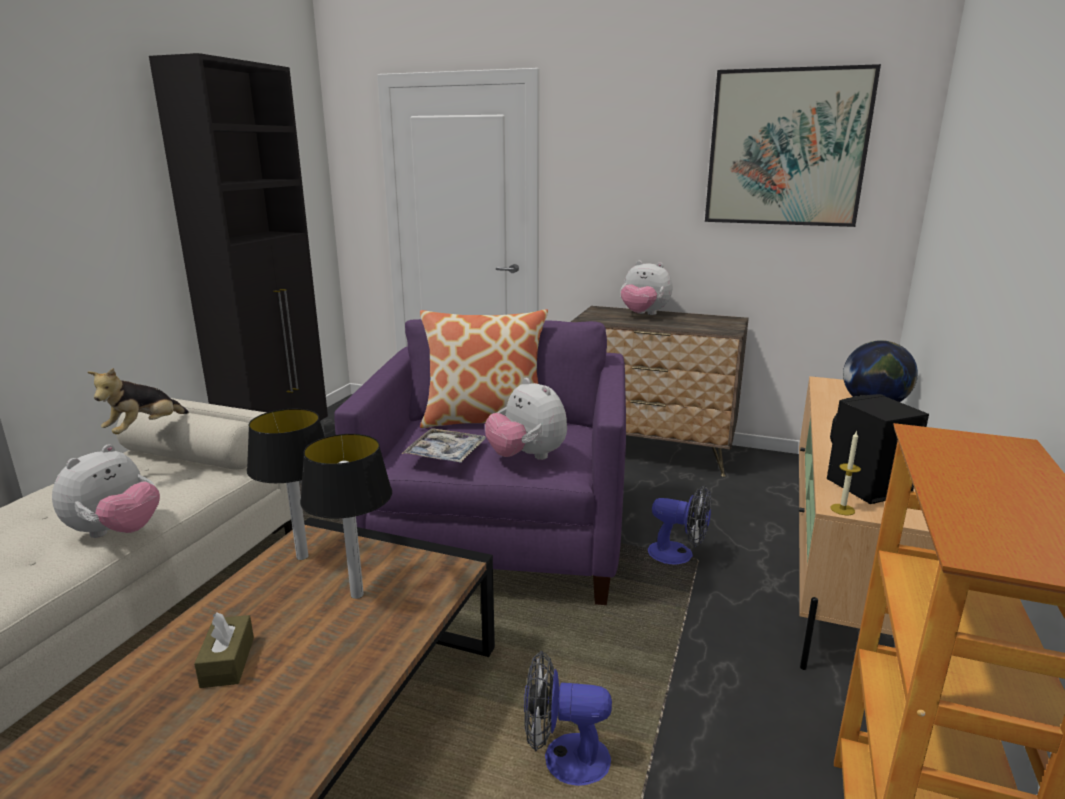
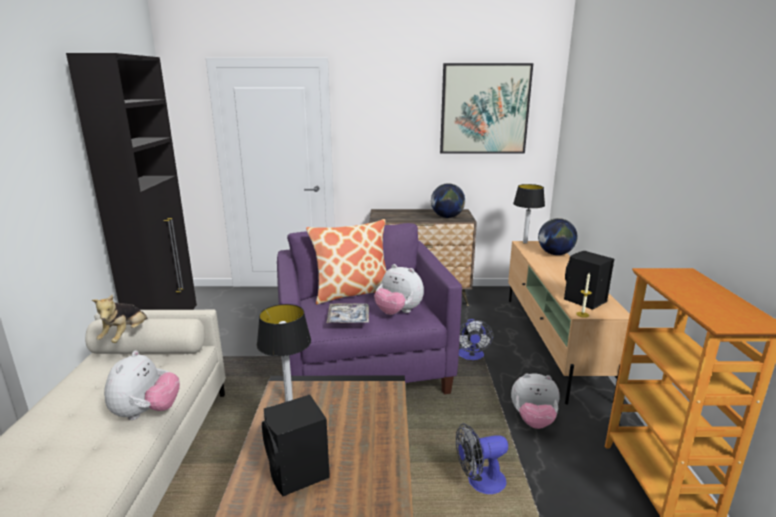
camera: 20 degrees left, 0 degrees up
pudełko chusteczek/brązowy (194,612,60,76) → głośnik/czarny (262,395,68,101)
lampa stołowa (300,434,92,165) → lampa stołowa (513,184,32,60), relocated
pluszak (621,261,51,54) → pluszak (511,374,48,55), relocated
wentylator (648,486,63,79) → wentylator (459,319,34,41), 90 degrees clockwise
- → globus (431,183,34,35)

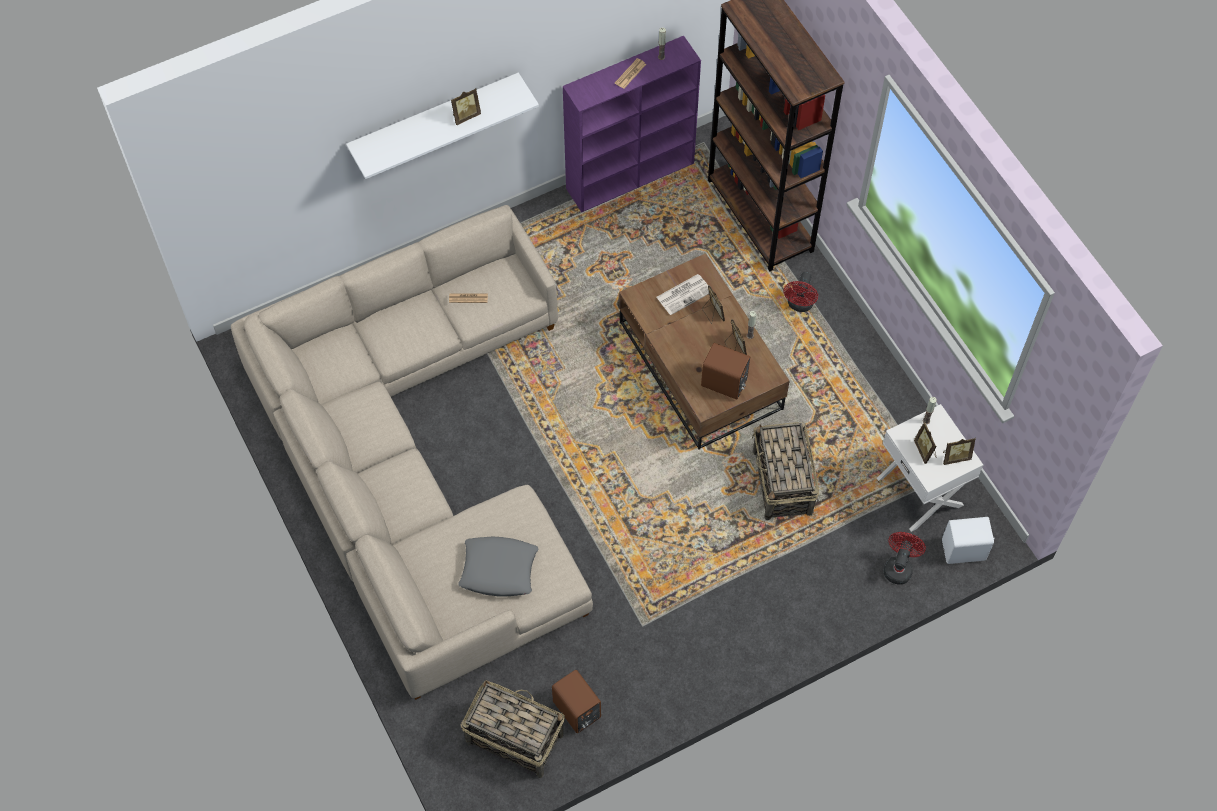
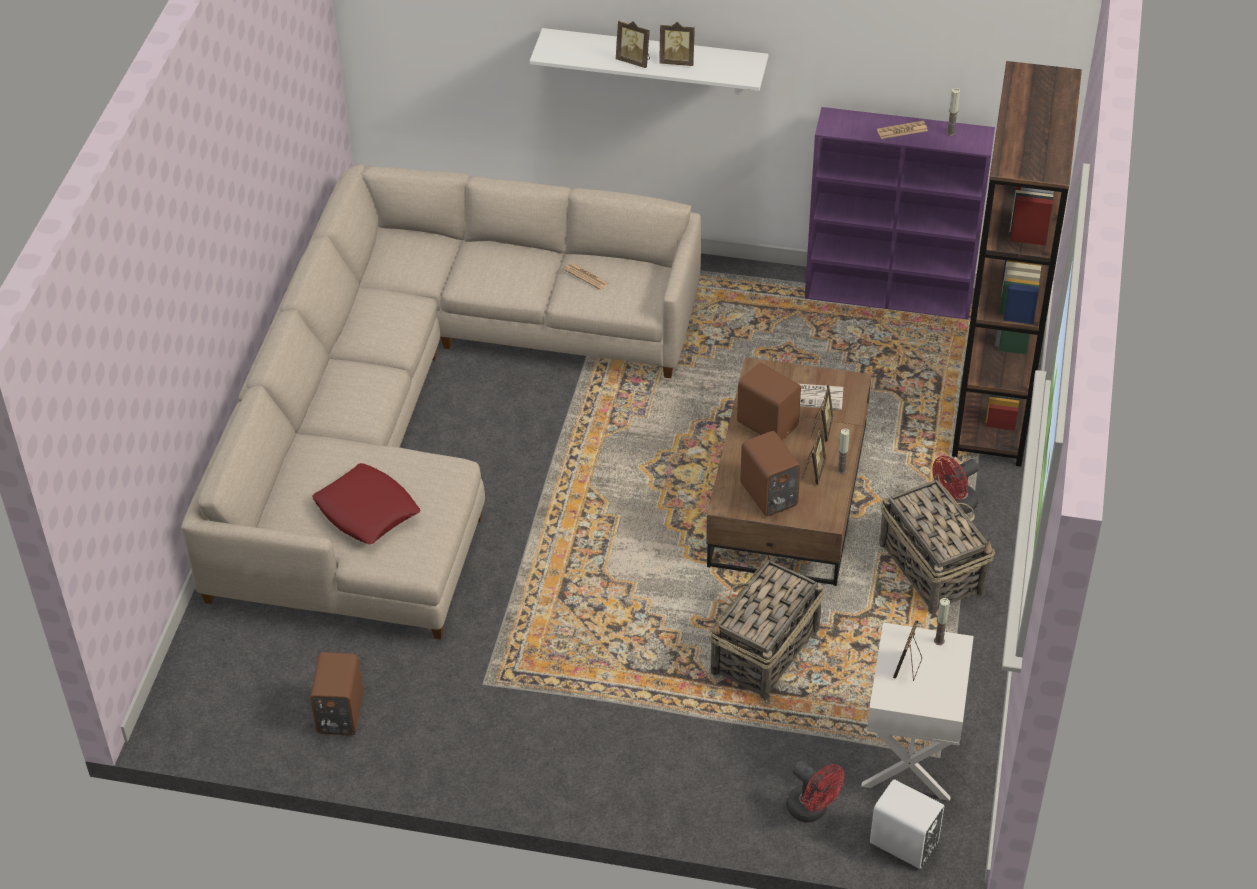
camera: 40 degrees right, 15 degrees down
poduszka/szary (458,536,80,61) → poduszka/czerwony (312,463,109,81)
koszyk (461,680,104,98) → koszyk (879,474,116,140), relocated
wentylator/czerwony (884,532,42,52) → wentylator/czerwony (786,761,58,62), 75 degrees clockwise
ramka na zdjęcie (943,438,33,27) → ramka na zdjęcie (616,21,34,47), relocated
- → głośnik/brązowy (737,363,64,77)

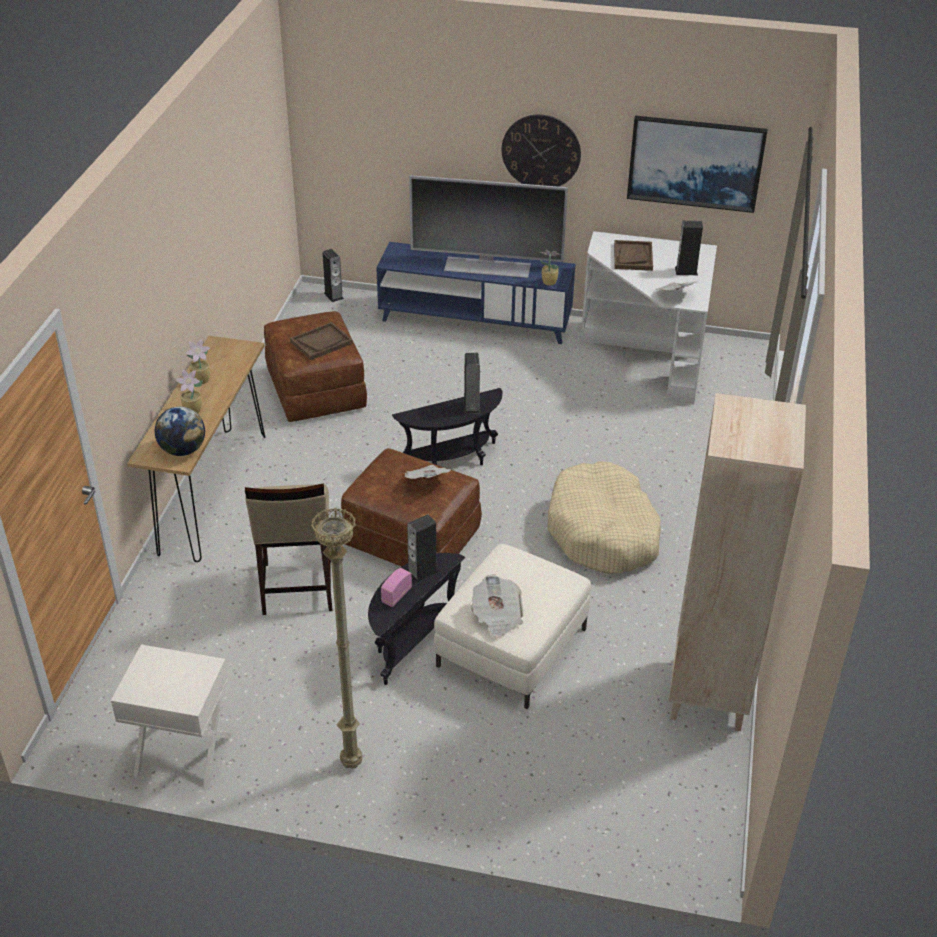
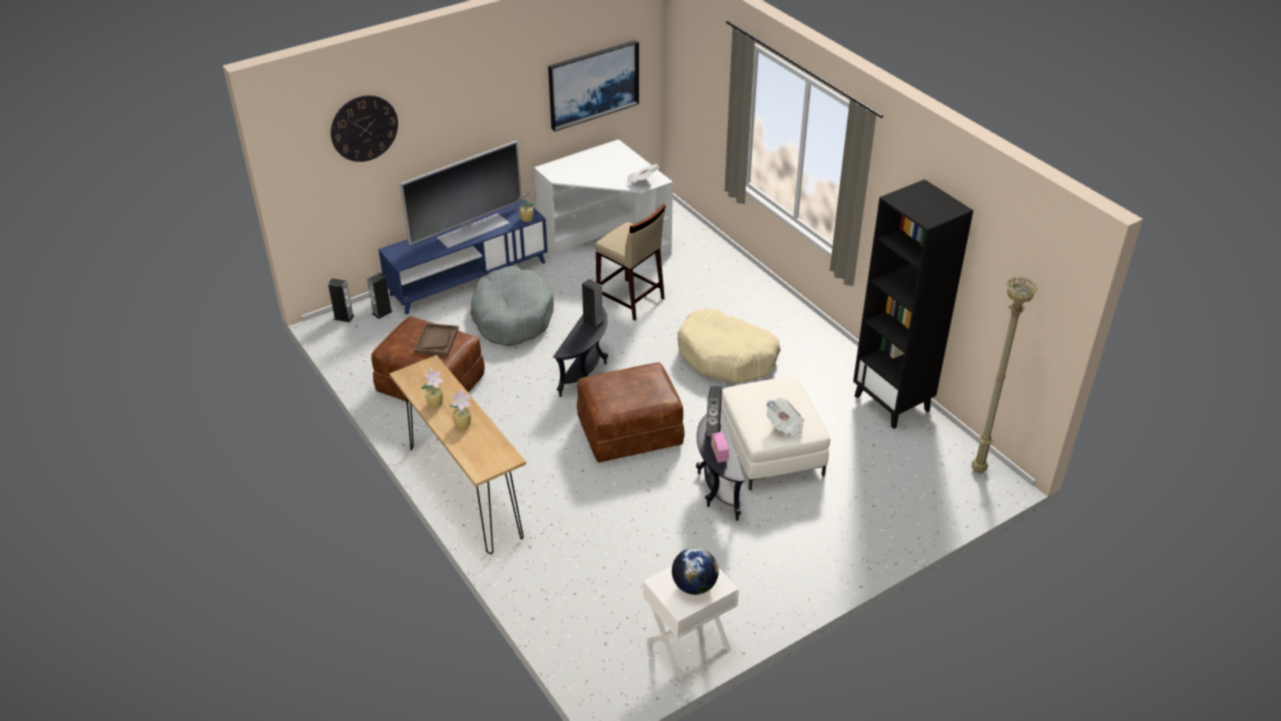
camera: 45 degrees left, 0 degrees up
globus (155,407,50,49) → globus (672,547,47,48), relocated
stołek/beżowy (245,483,87,132) → stołek/beżowy (595,204,71,117), relocated
lampa stojąca/beżowy (311,508,52,261) → lampa stojąca/beżowy (971,277,67,196), relocated
gazeta (405,465,46,14) → -
zegar ścienny (501,114,80,73) → zegar ścienny (331,95,67,67), relocated
taca/brązowy (614,240,39,31) → -
regał/beżowy (669,393,137,338) → regał/czarny (853,179,120,250)
głośnik (675,221,28,54) → głośnik (367,272,26,47), relocated
- → legowisko/szary (470,266,84,80)

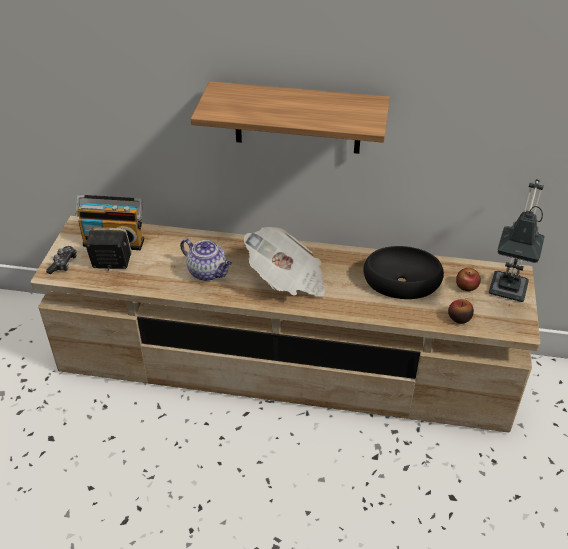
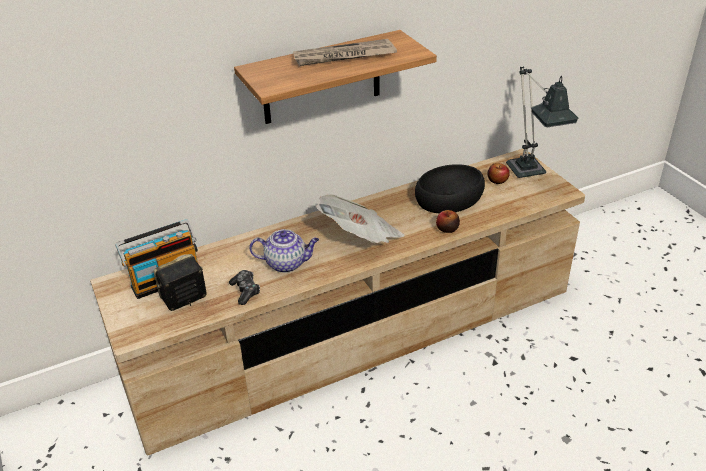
camera: 35 degrees left, 5 degrees down
pad do gier (46,246,30,28) → pad do gier (229,270,31,35), relocated
jabłko (448,299,26,25) → jabłko (436,210,24,23), relocated
- → gazeta (293,39,104,27)

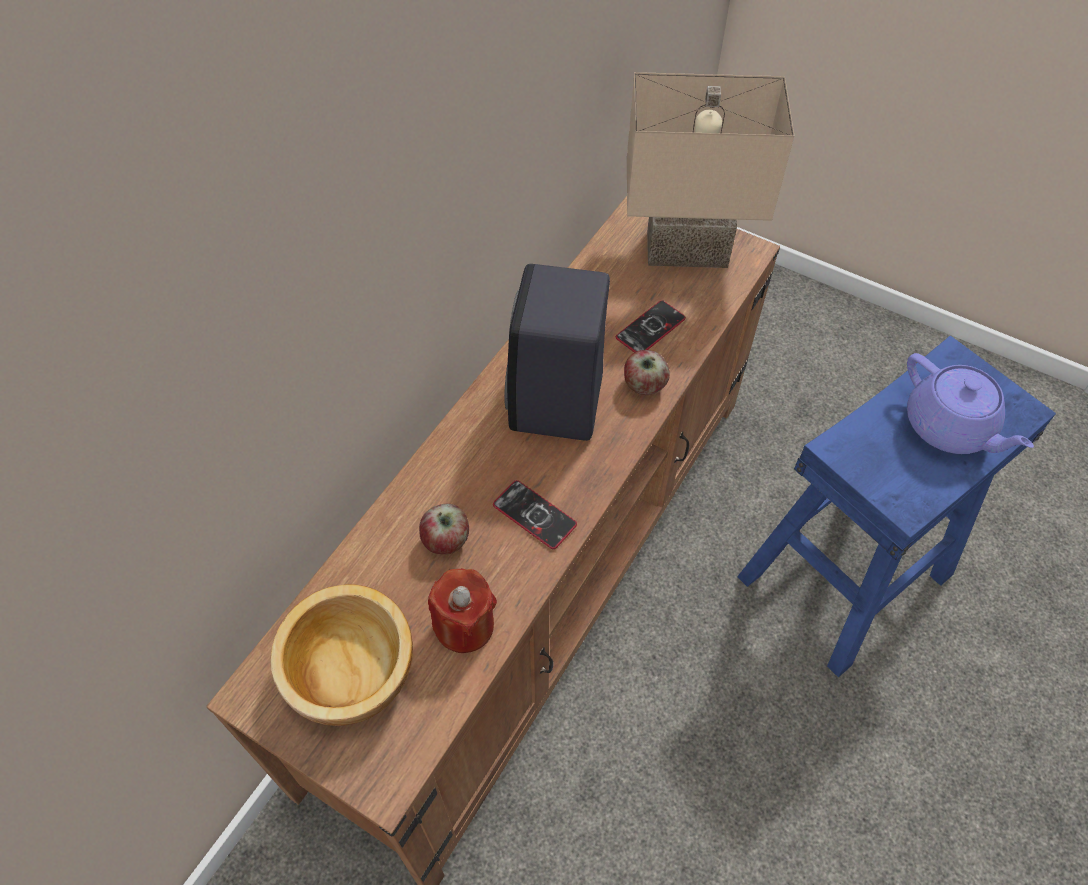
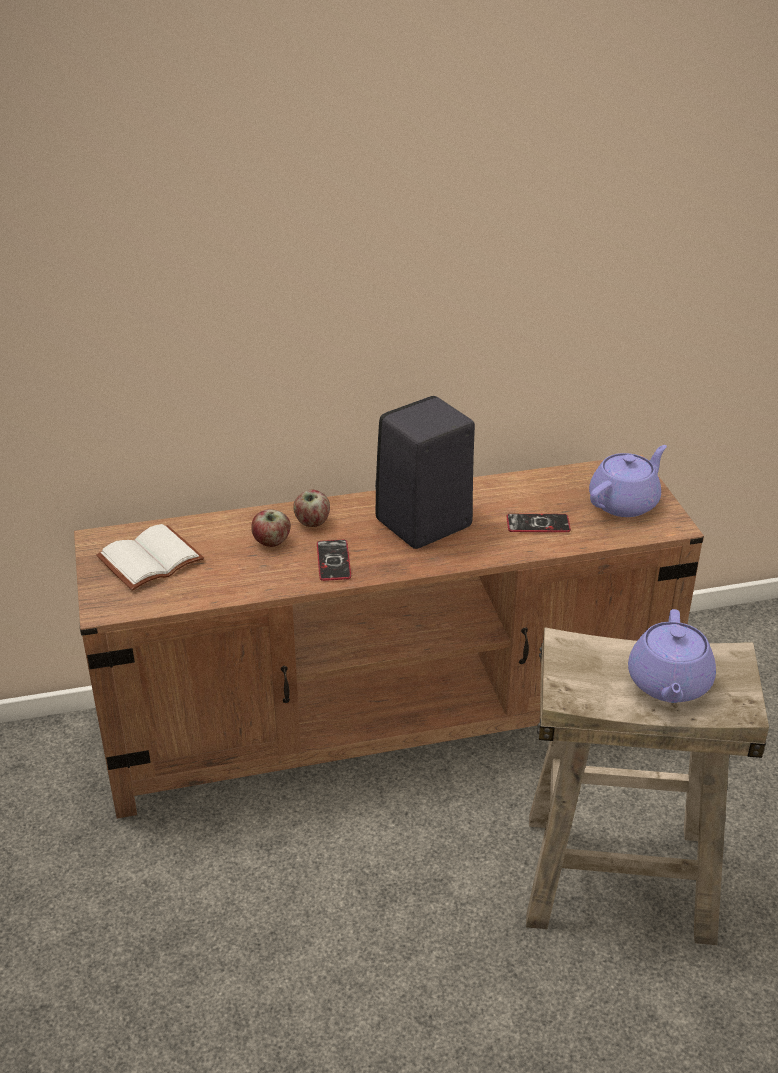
camera: 45 degrees right, 20 degrees down
miska (271,584,142,142) → książka/biały (96,524,108,67)
świeca/czerwony (428,569,69,84) → -
jabłko (624,350,46,45) → jabłko (293,490,37,37), relocated
lampa stołowa/beżowy (627,72,168,196) → imbryk/fioletowy (589,445,78,72)
stołek/niebieski (737,336,319,341) → stołek/beżowy (526,627,243,318)

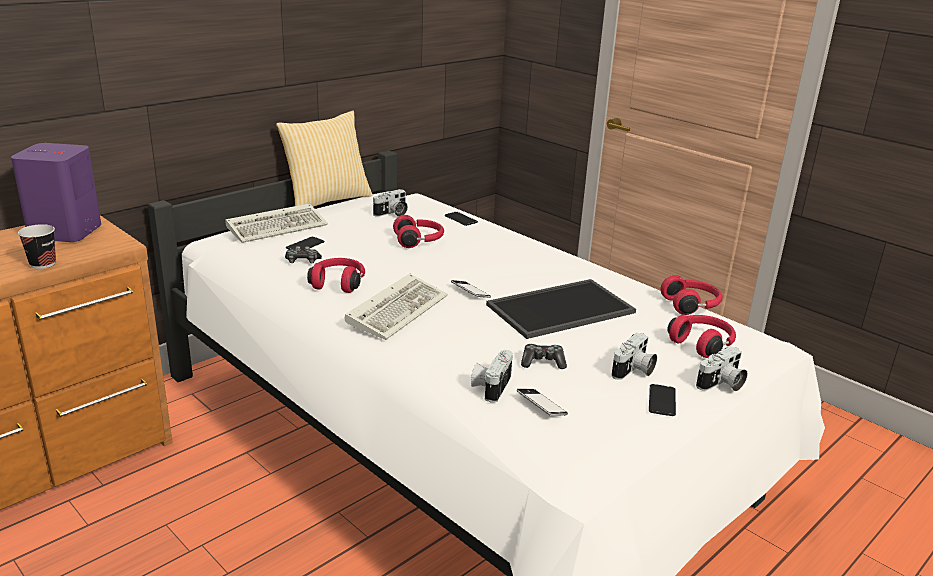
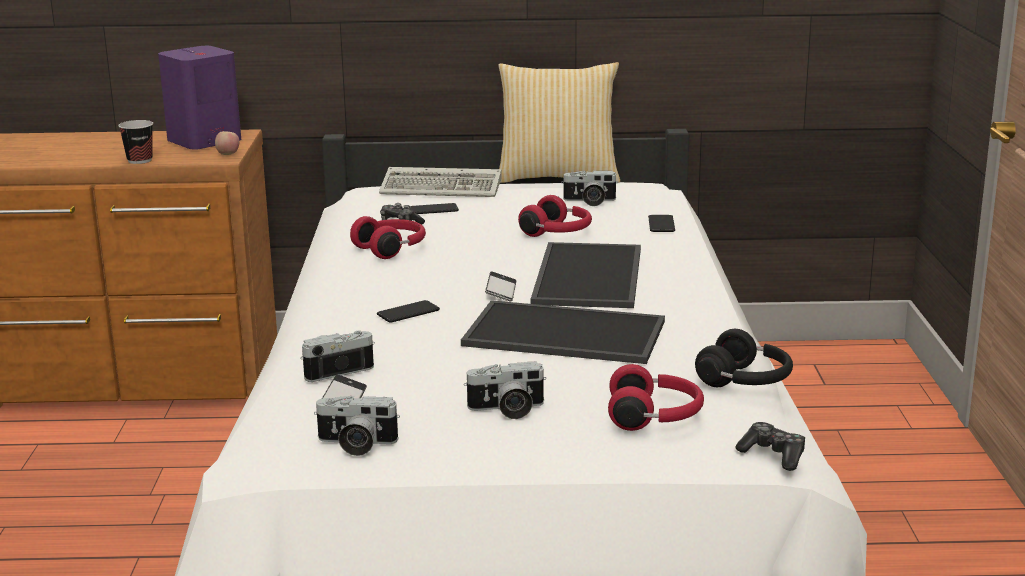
camera: 45 degrees right, 5 degrees down
klawiatura (345,273,103,67) → -
pad do gier (521,344,46,25) → pad do gier (735,422,70,49), relocated
telefon (649,384,27,32) → telefon (377,300,63,22), relocated
słuchawki/czerwony (660,275,63,40) → słuchawki/czarny (695,329,98,58)
aparat fotograficzny (696,346,52,45) → aparat fotograficzny (314,396,86,60), relocated
- → jabłko (215,131,24,24)
- → taca (531,242,110,66)

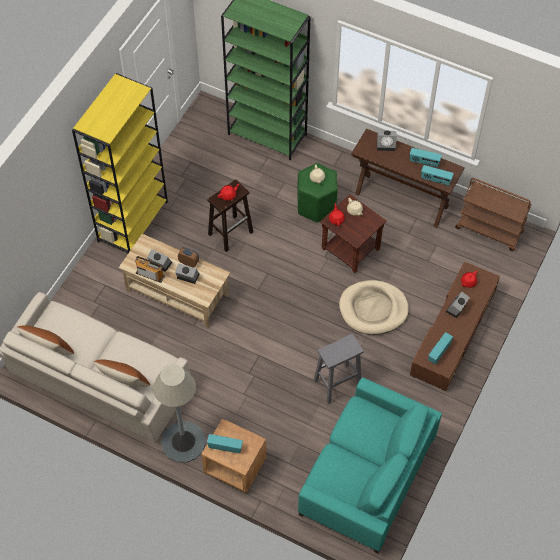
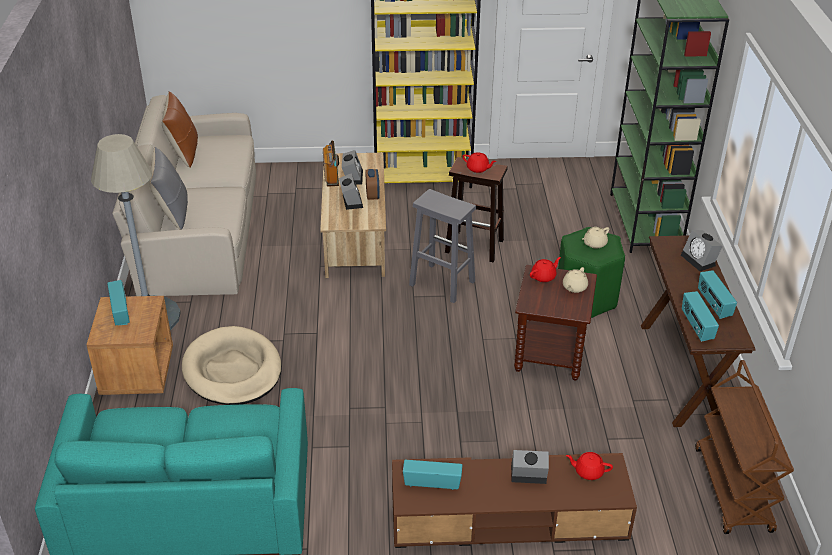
camera: 60 degrees right, 20 degrees down
poduszka/brązowy (94,359,56,28) → poduszka/szary (149,147,39,83)
stołek/szary (314,334,50,70) → stołek/szary (409,189,67,114), relocated
legowisko/beżowy (339,280,70,55) → legowisko/beżowy (182,326,99,79), relocated

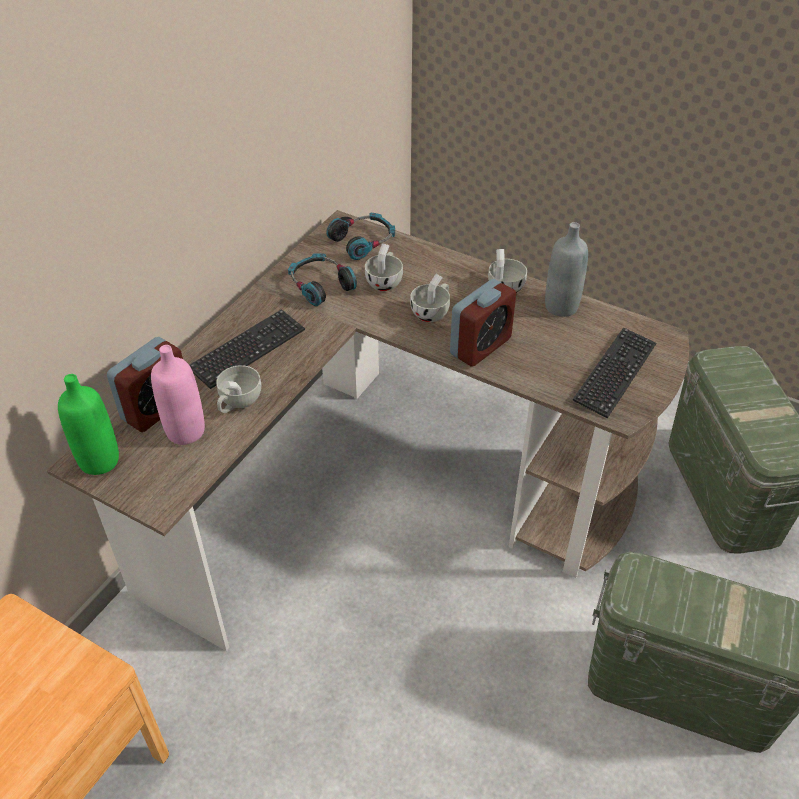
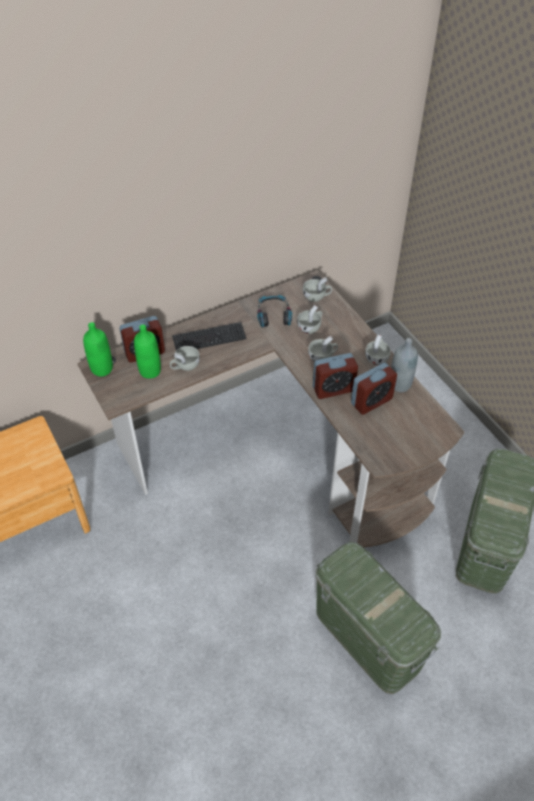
camera: 30 degrees right, 5 degrees up
butelka/różowy (151,345,54,100) → butelka/zielony (134,325,27,54)
słuchawki (326,213,69,47) → filiżanka/biały (303,277,29,25)
klawiatura (573,328,83,90) → -
- → budzik (351,363,46,52)

